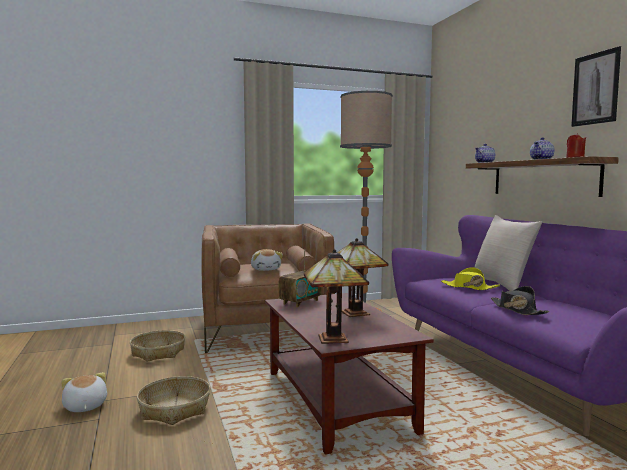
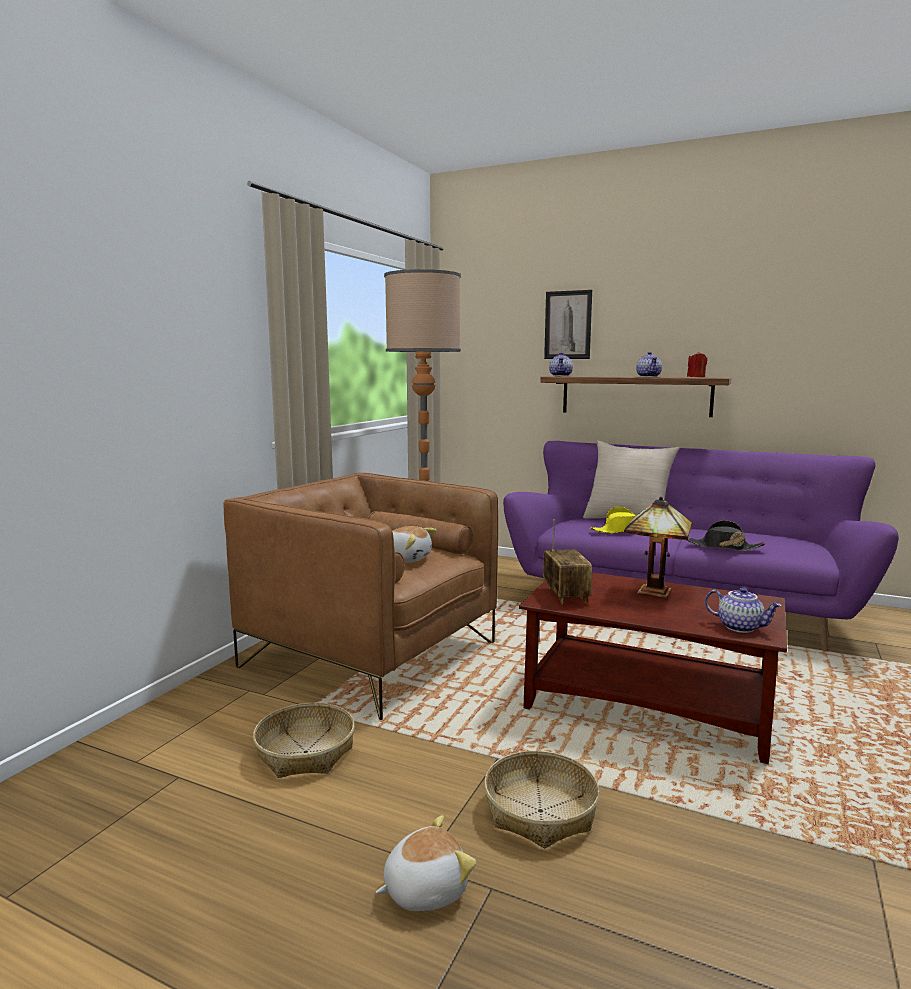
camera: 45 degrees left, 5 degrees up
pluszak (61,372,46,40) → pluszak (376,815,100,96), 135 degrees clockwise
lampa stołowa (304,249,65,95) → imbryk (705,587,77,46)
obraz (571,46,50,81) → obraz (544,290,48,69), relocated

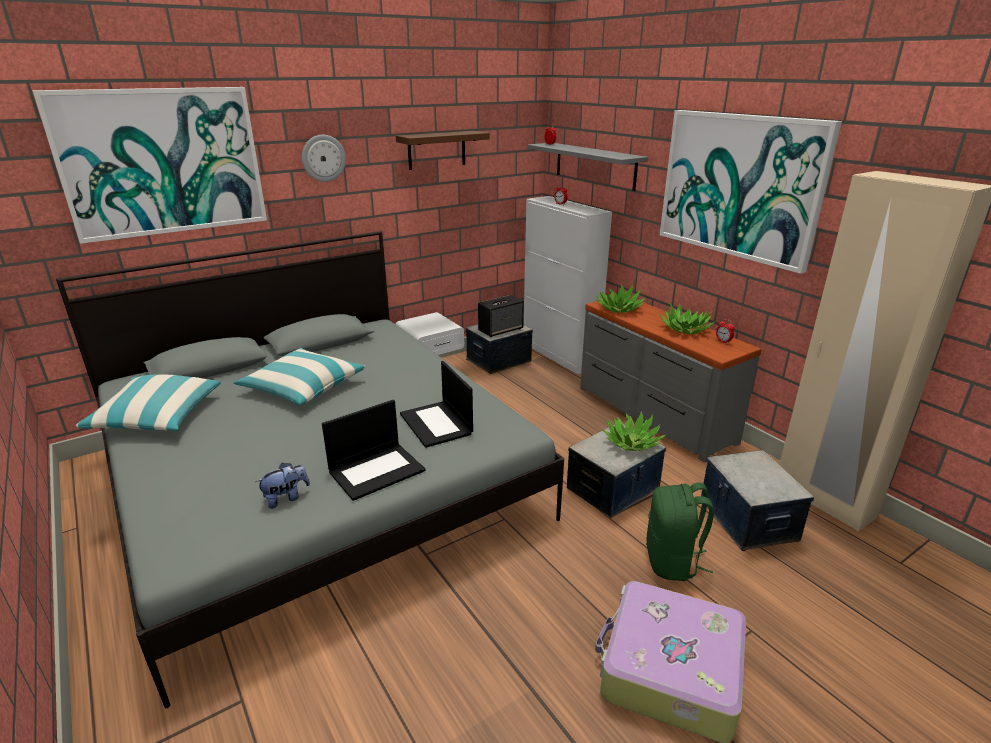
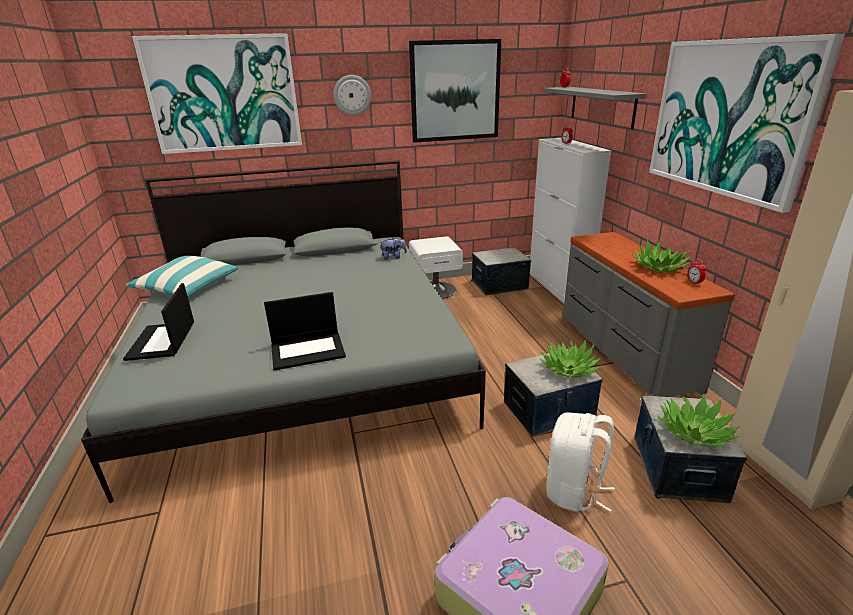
camera: 20 degrees right, 0 degrees up
poduszka (234,348,132,58) → -
pluszak (256,463,54,46) → pluszak (379,237,28,23), relocated
półka/brązowy (396,131,94,39) → obraz (409,39,92,104)
laptop (400,361,73,87) → laptop (123,283,71,78), relocated
głośnik (478,295,46,42) → -
roślina doniczkowa (596,284,49,29) → roślina doniczkowa (658,394,82,53), relocated
plecak/zielony (646,482,68,99) → plecak/biały (546,413,69,99)

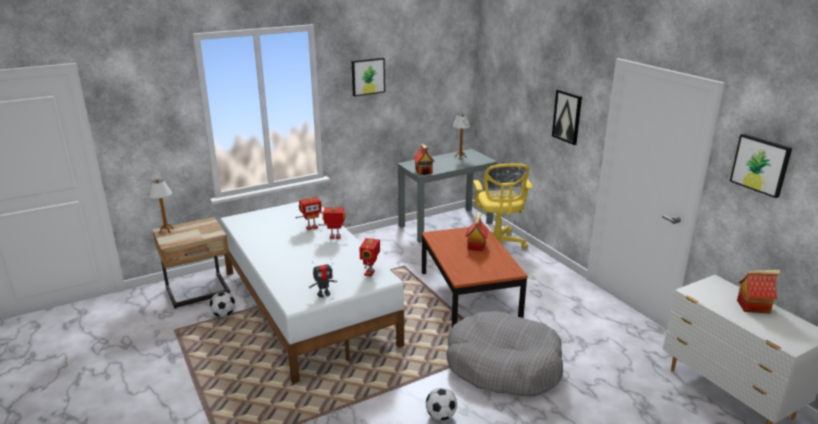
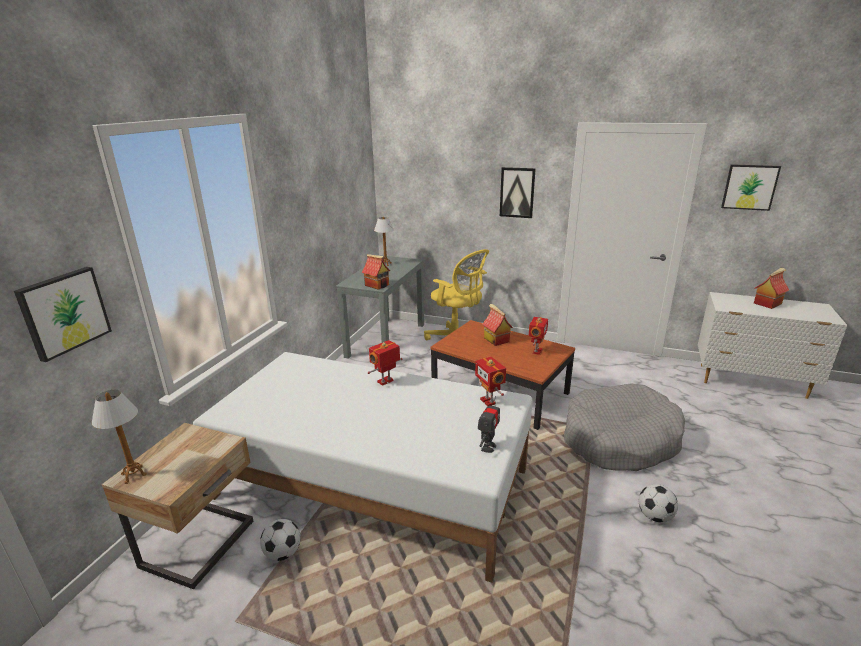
camera: 40 degrees left, 0 degrees up
robot zabawkowy (296,197,27,33) → robot zabawkowy (529,317,19,38), relocated
obraz (352,58,33,38) → obraz (14,267,98,95), relocated

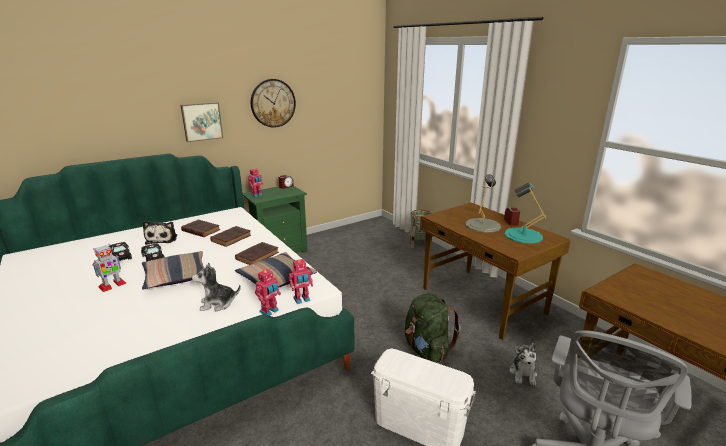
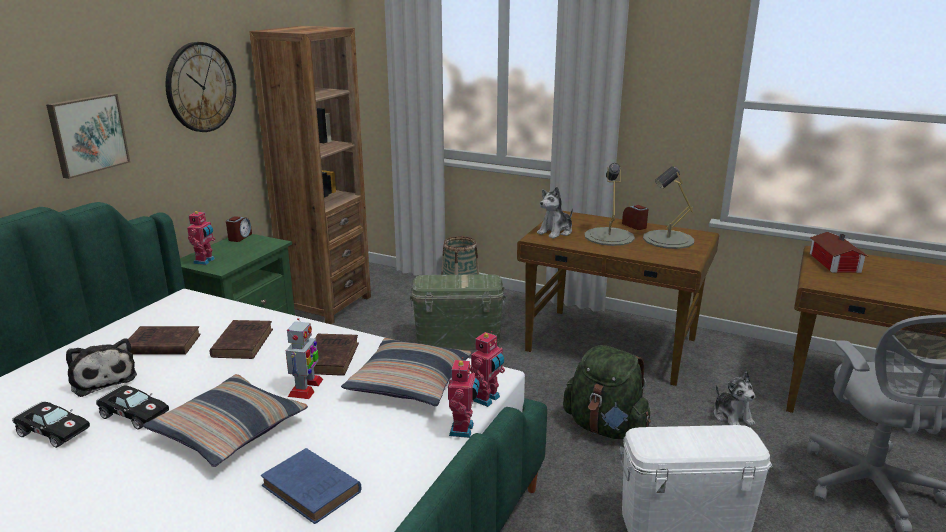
camera: 30 degrees left, 0 degrees up
robot zabawkowy (92,244,34,48) → robot zabawkowy (286,318,37,81), relocated
pluszak (192,263,49,48) → pluszak (537,187,36,52), relocated
lampa stołowa/turkusowy (504,183,43,61) → lampa stołowa/szary (643,166,51,83)
- → regał/brązowy (250,26,121,298)
- → książka/niebieski (261,448,100,76)
- → pojemnik do przechowywania/zielony (410,274,96,76)
- → domek (810,232,58,41)

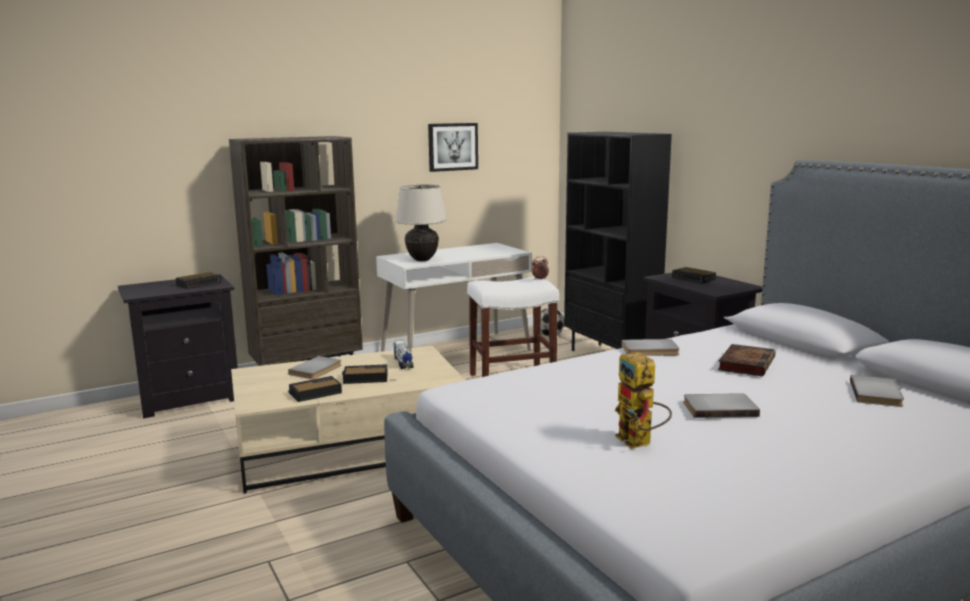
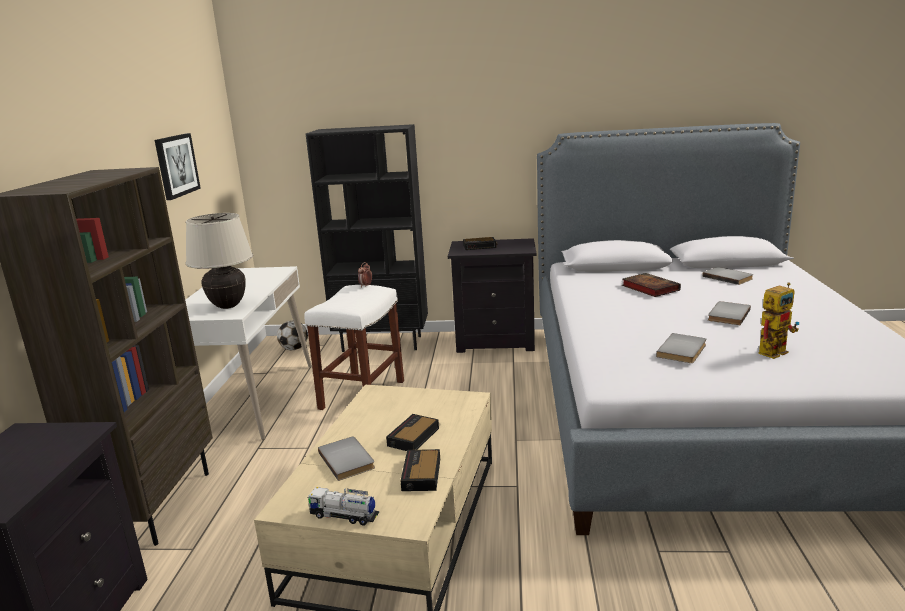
camera: 55 degrees left, 5 degrees up
budzik (176,272,45,17) → -
ciężarówka zabawkowa (393,341,20,28) → ciężarówka zabawkowa (307,487,72,39), relocated
robot zabawkowy (615,352,57,97) → robot zabawkowy (759,283,40,76), 45 degrees counterclockwise
książka/szary (621,339,59,17) → książka/szary (656,333,50,30), relocated

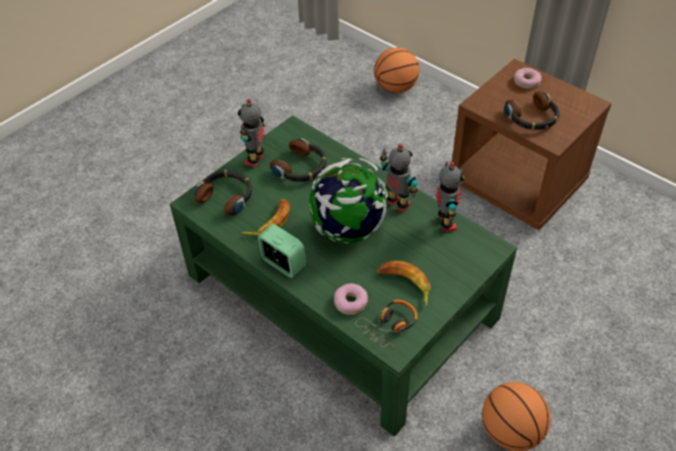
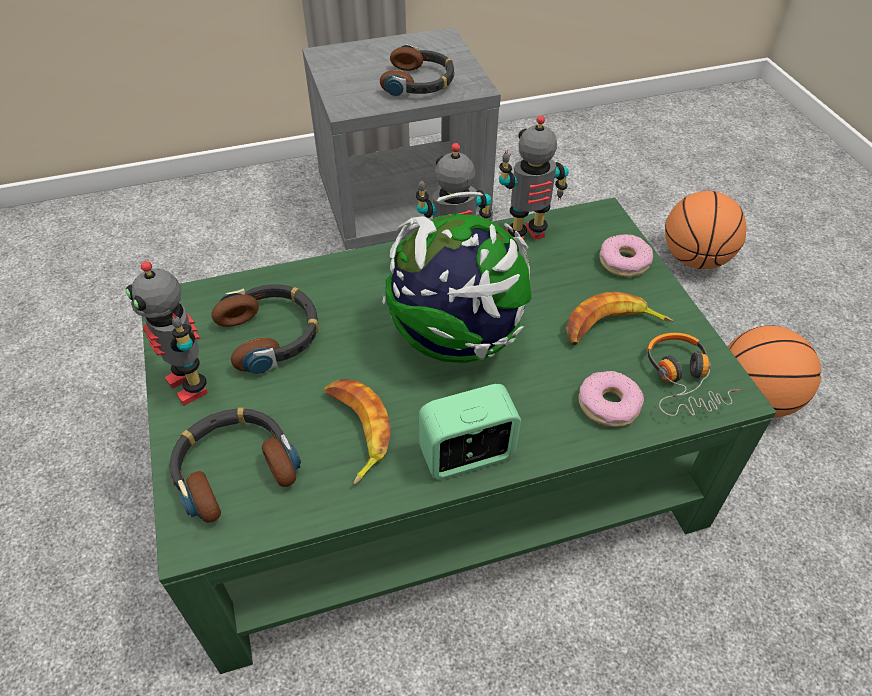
camera: 60 degrees left, 0 degrees up
piłka do koszykówki (374,48,46,45) → piłka do koszykówki (665,191,82,78), relocated
robot zabawkowy (436,161,28,71) → robot zabawkowy (499,115,70,125), 45 degrees counterclockwise
szafka nocna/brązowy (452,59,160,171) → szafka nocna/szary (302,27,199,223)
donut (514,68,28,21) → donut (599,234,54,43), relocated

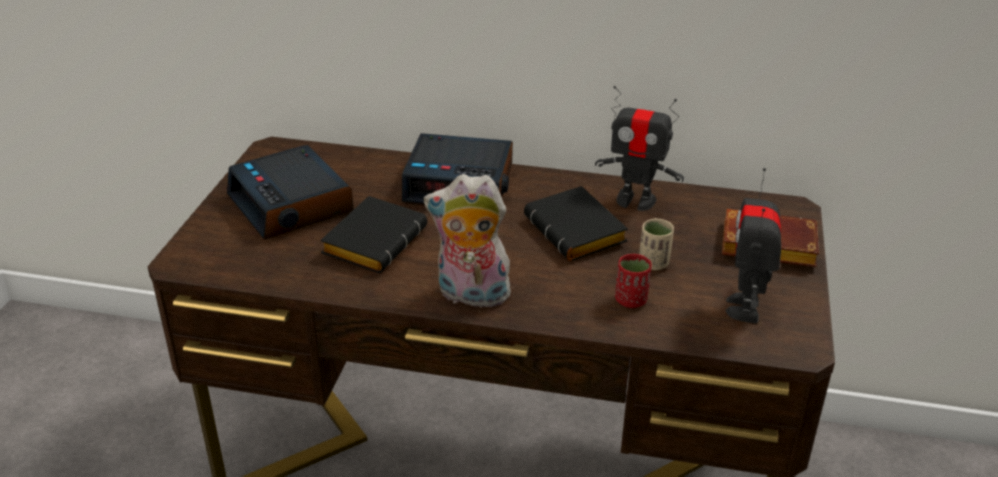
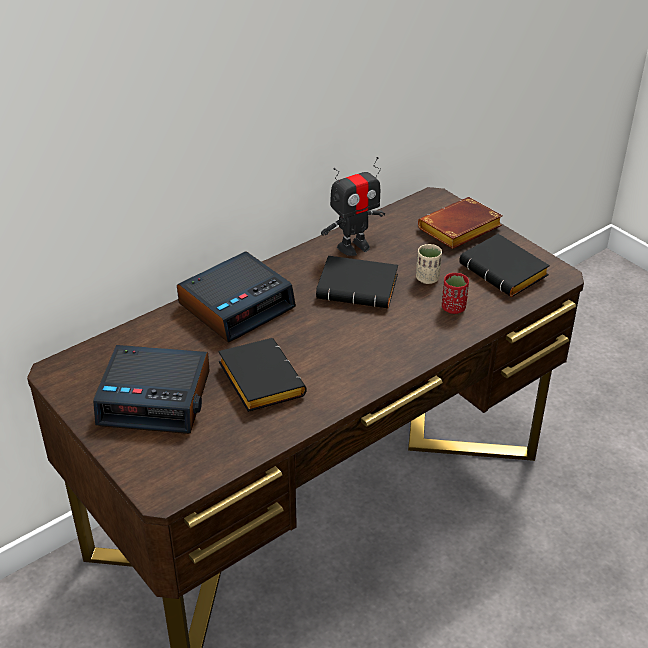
camera: 50 degrees left, 5 degrees up
pluszak (424,174,93,134) → -
robot zabawkowy (725,168,56,155) → książka/czarny (459,234,91,63)

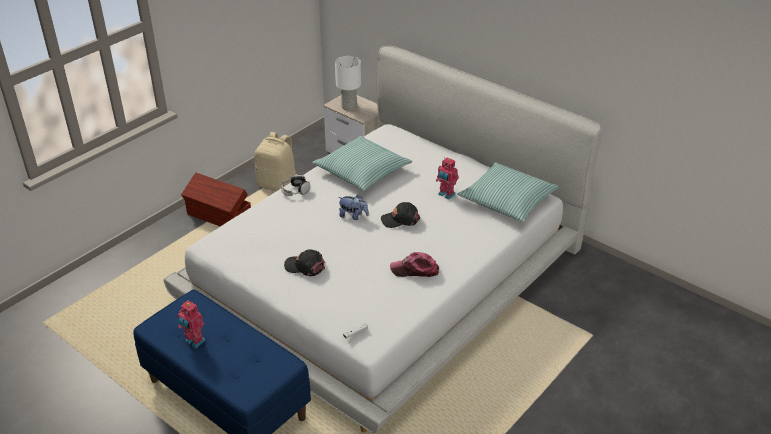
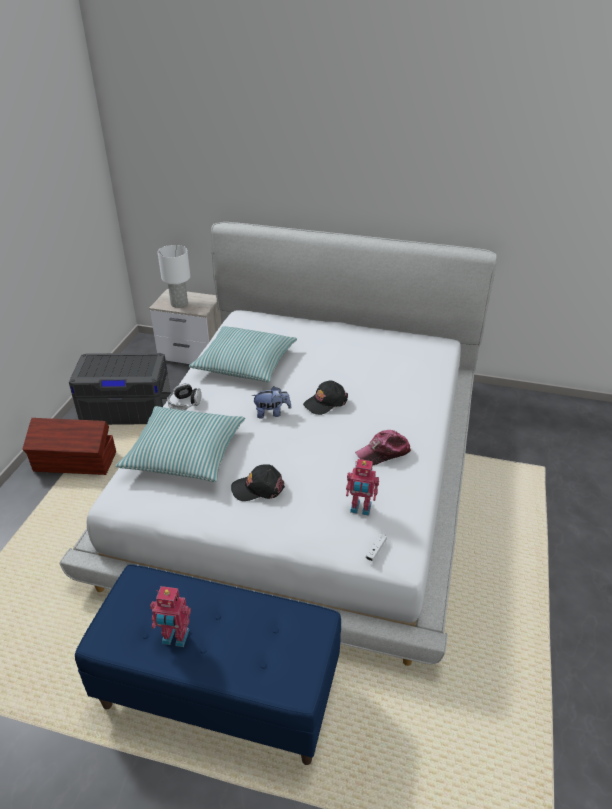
camera: 25 degrees left, 0 degrees up
plecak/beżowy (254,132,43,59) → pojemnik do przechowywania/szary (69,353,102,72)
robot zabawkowy (436,157,23,42) → robot zabawkowy (346,459,33,57), relocated
poduszka (457,162,102,60) → poduszka (116,406,129,76), relocated

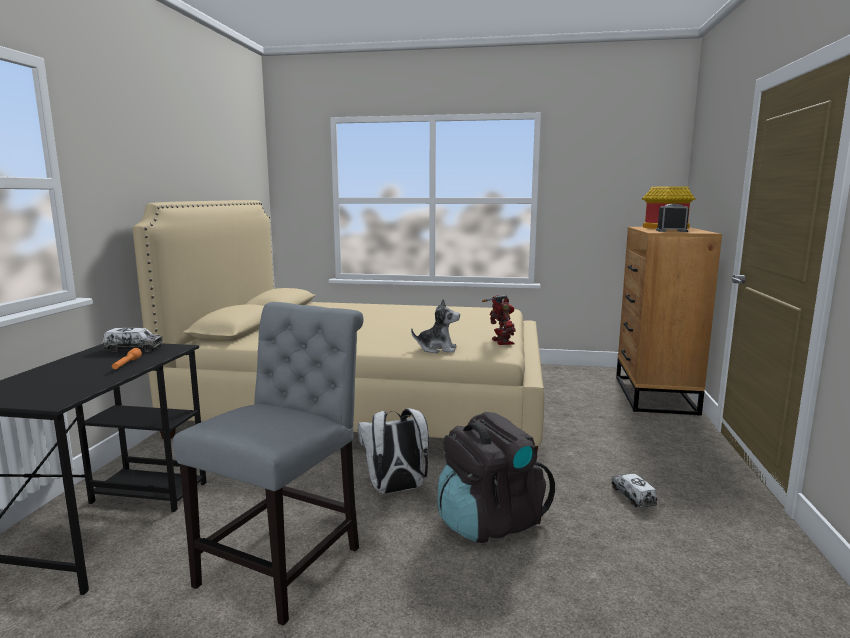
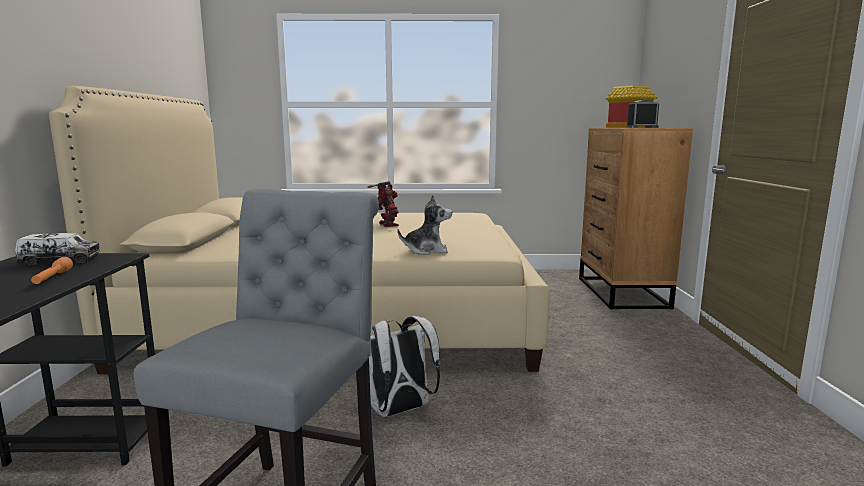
camera: 10 degrees left, 0 degrees up
plecak/czarny (437,412,118,131) → -
robot zabawkowy (482,295,34,50) → robot zabawkowy (367,181,32,46), relocated
ciężarówka zabawkowa (611,474,46,34) → -

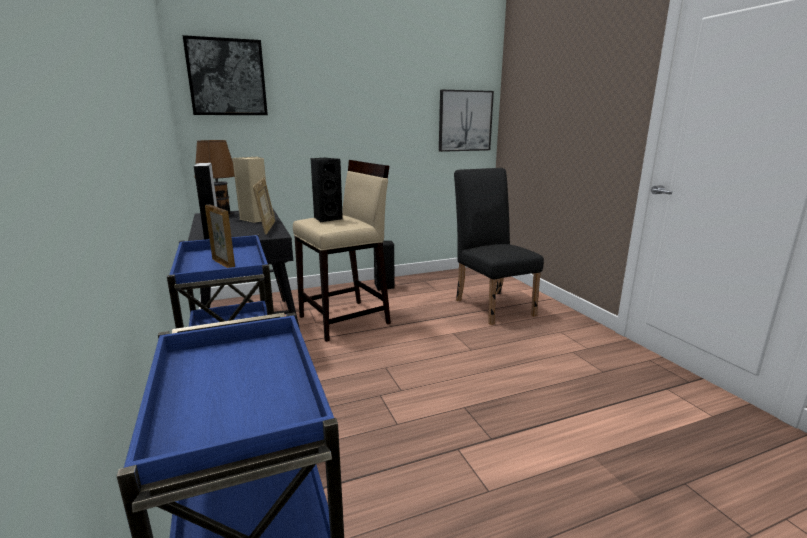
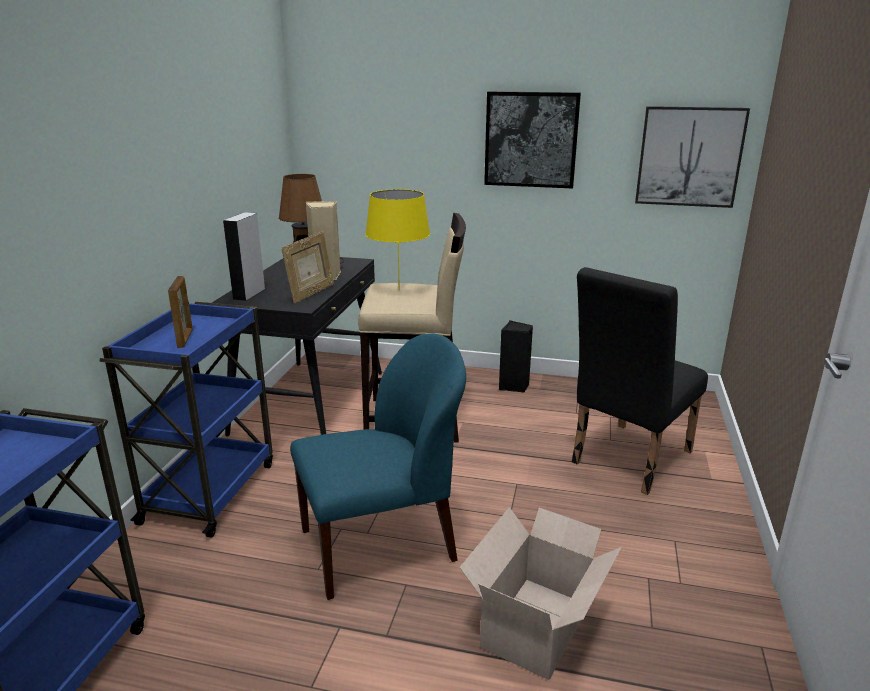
camera: 35 degrees right, 5 degrees up
obraz (182,35,86,80) → obraz (484,91,97,97), relocated
głośnik/czarny (311,158,32,64) → lampa stołowa/żółty (365,189,65,101)
krzesło/czarny (454,168,90,157) → krzesło/czarny (572,267,136,228), 150 degrees counterclockwise
- → krzesło/niebieski (290,333,176,267)
- → karton (459,507,163,173)

